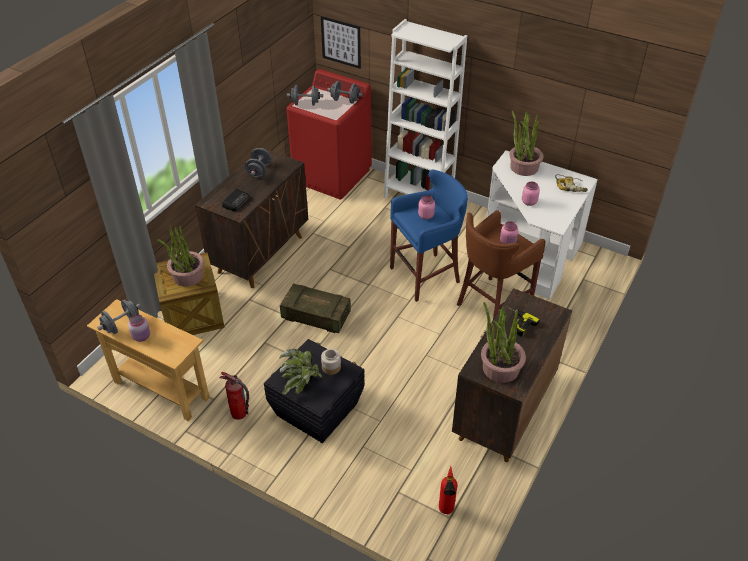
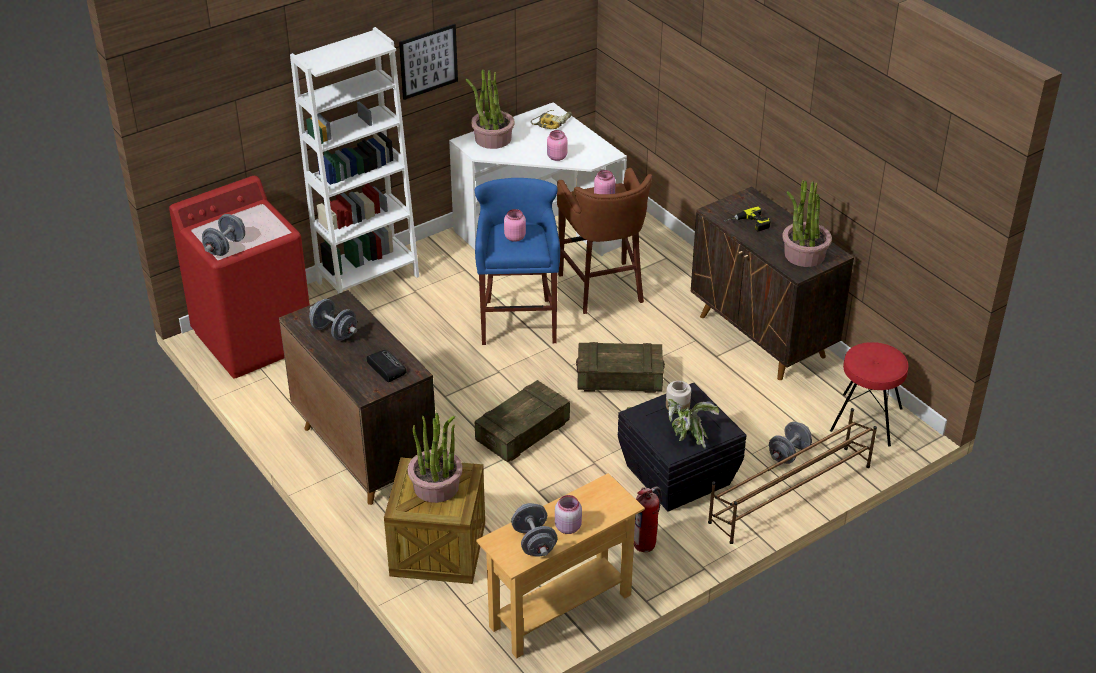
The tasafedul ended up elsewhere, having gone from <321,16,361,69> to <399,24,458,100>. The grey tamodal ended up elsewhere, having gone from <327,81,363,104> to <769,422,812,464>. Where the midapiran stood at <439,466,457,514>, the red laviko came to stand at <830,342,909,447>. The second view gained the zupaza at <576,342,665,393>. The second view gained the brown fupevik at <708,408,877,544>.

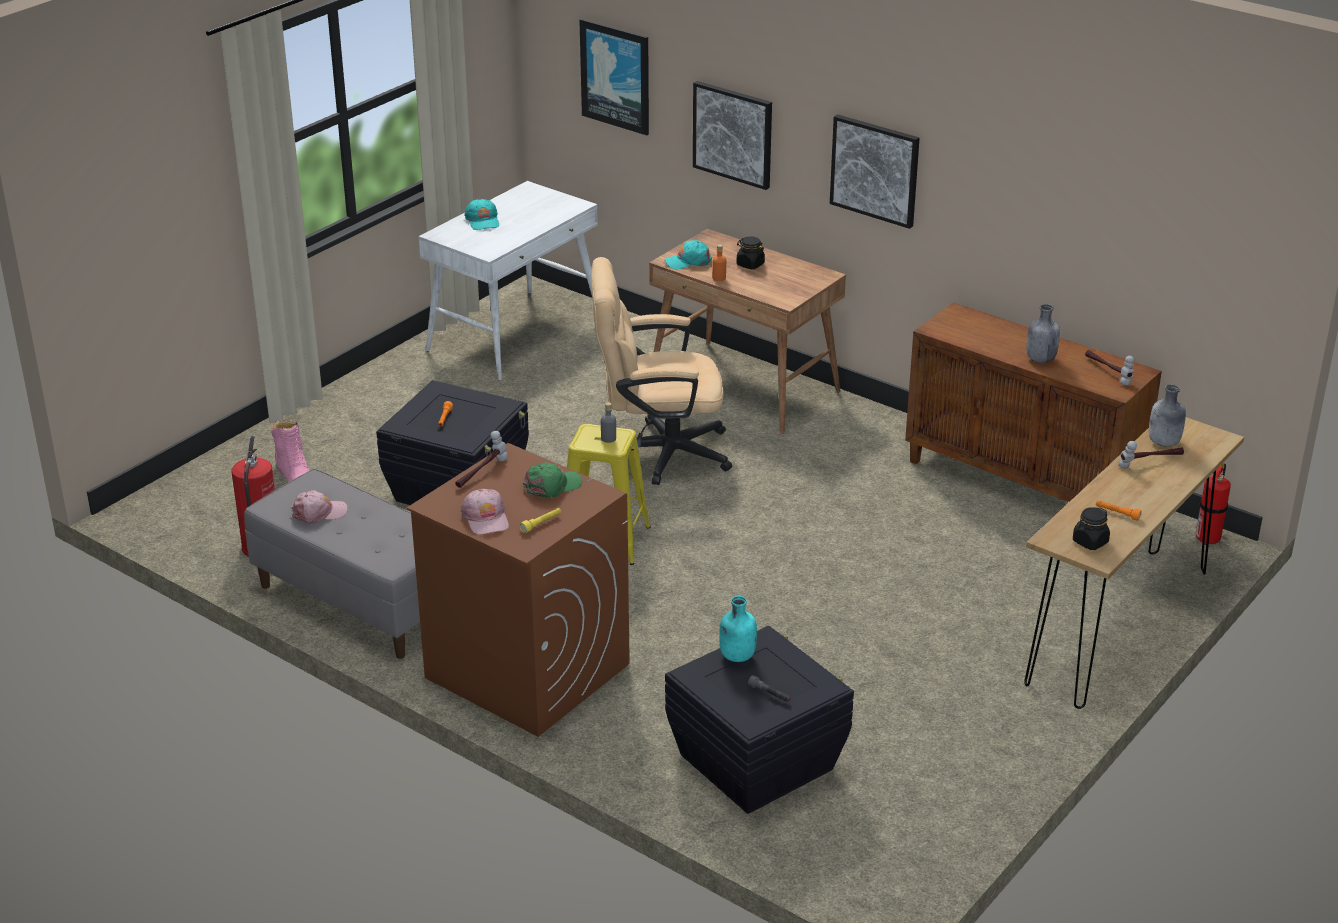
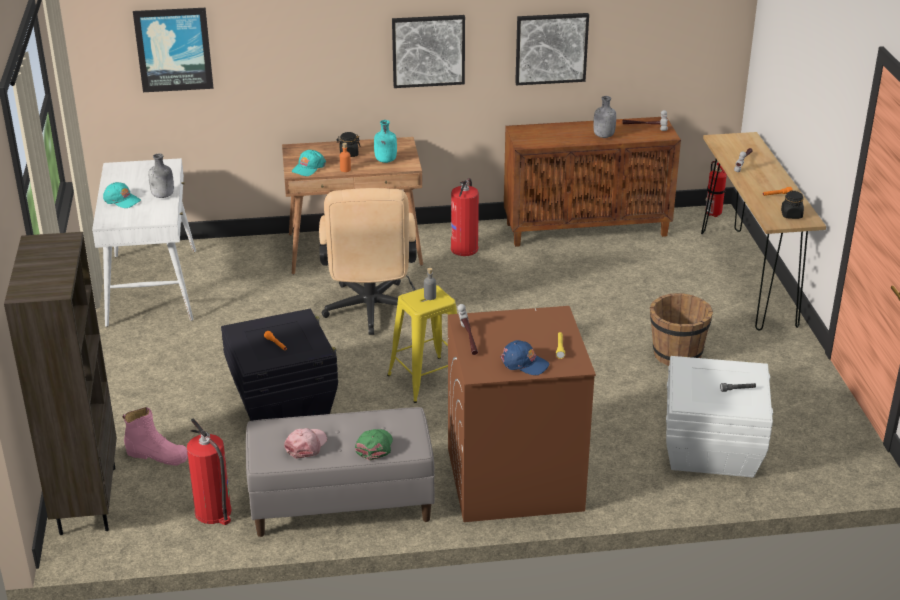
What was the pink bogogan at <461,489,509,535> turned into the blue bogogan at <500,340,549,375>. The green bogogan ended up elsewhere, having gone from <523,462,582,498> to <355,429,393,461>. The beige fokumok at <592,257,732,485> ended up facing another way, 45 degrees counterclockwise from before. What was the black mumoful at <665,626,854,814> turned into the white mumoful at <666,356,773,477>. The tasafedul ended up elsewhere, having gone from <693,81,772,190> to <515,13,589,85>. The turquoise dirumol ended up elsewhere, having gone from <719,596,757,662> to <374,120,397,163>. The grey dirumol ended up elsewhere, having gone from <1149,384,1186,446> to <148,154,174,198>. The second view gained the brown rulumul at <4,232,117,535>. The second view gained the midapiran at <451,178,479,256>. The second view gained the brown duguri at <650,293,713,366>.

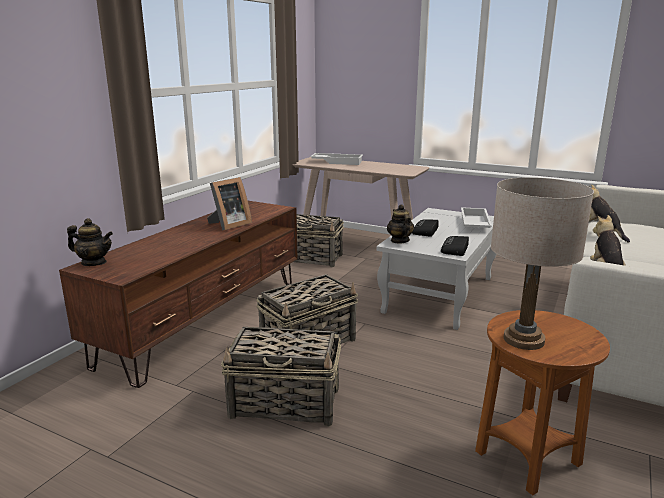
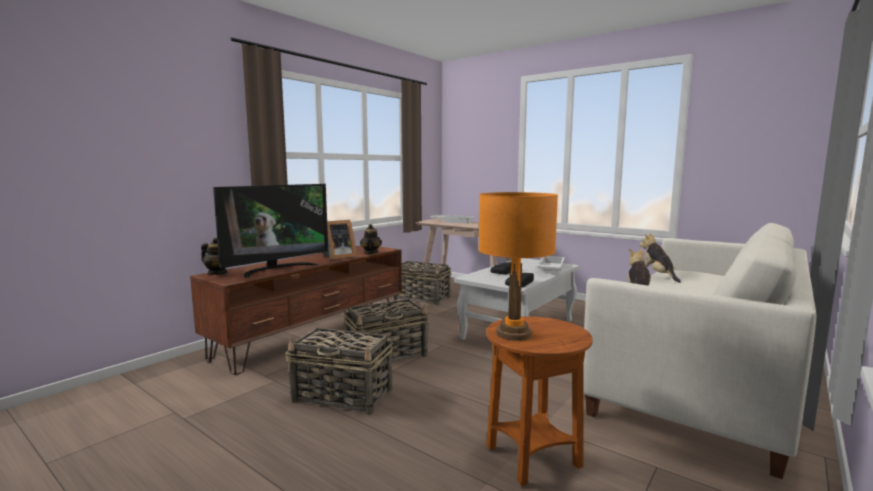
The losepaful ended up elsewhere, having gone from <387,204,414,243> to <360,224,382,254>. What was the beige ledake at <491,177,594,350> turned into the orange ledake at <479,192,558,341>. The second view gained the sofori at <213,184,328,278>.

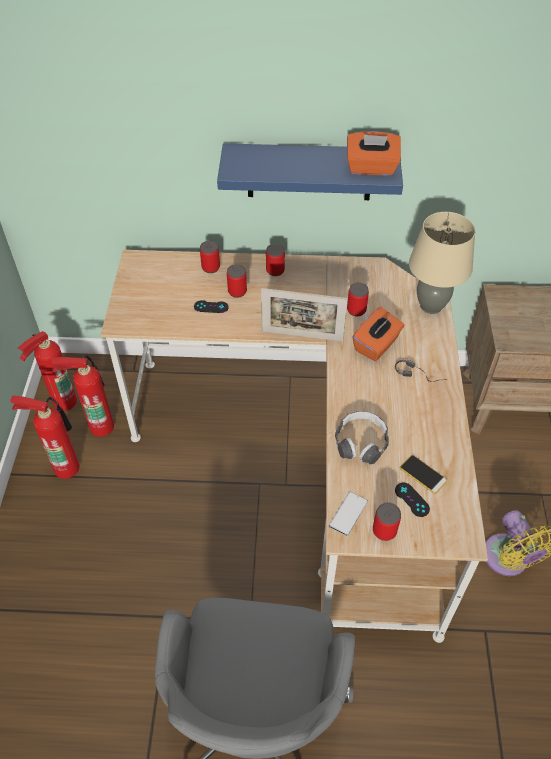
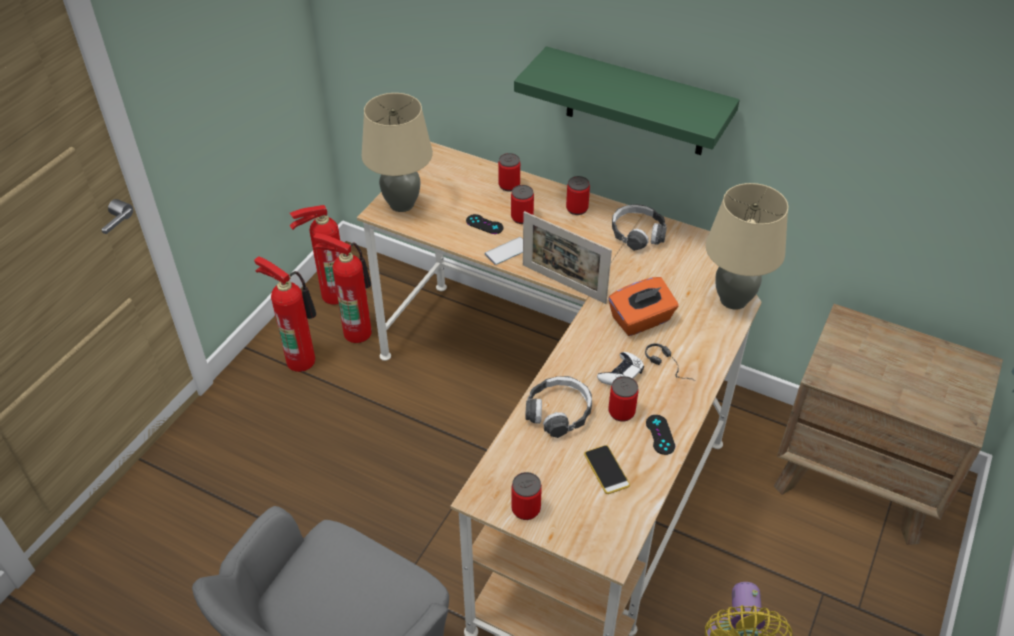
What was the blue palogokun at <217,143,403,200> turned into the green palogokun at <514,46,740,155>. The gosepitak ended up elsewhere, having gone from <329,492,368,536> to <484,237,523,265>. The second view lost the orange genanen at <347,131,401,176>. The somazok ended up elsewhere, having gone from <347,283,369,316> to <608,376,639,422>. The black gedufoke ended up elsewhere, having gone from <395,483,430,517> to <646,415,675,455>. The second view gained the beige ledake at <361,93,433,212>. The second view gained the white gedufoke at <597,352,644,385>. The second view gained the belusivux at <612,204,667,251>.

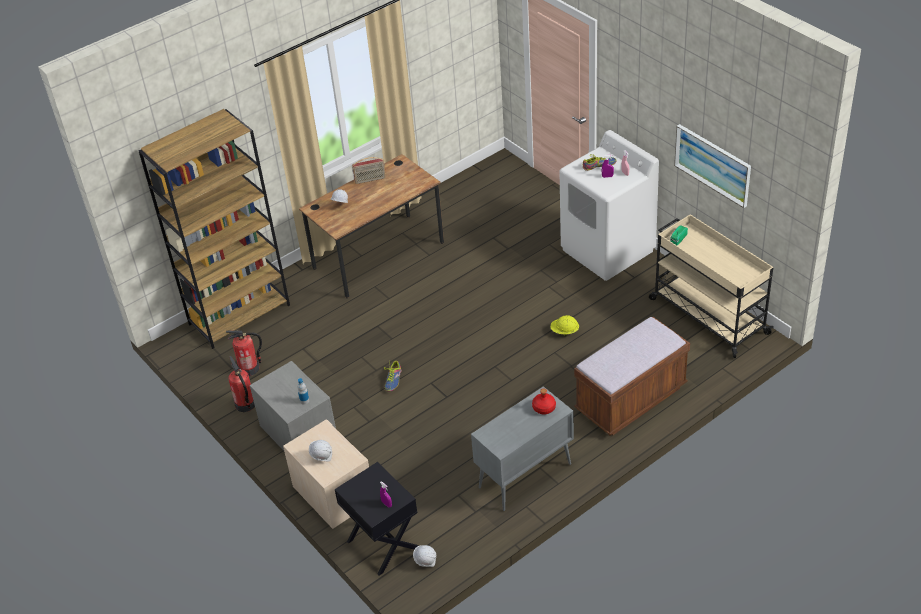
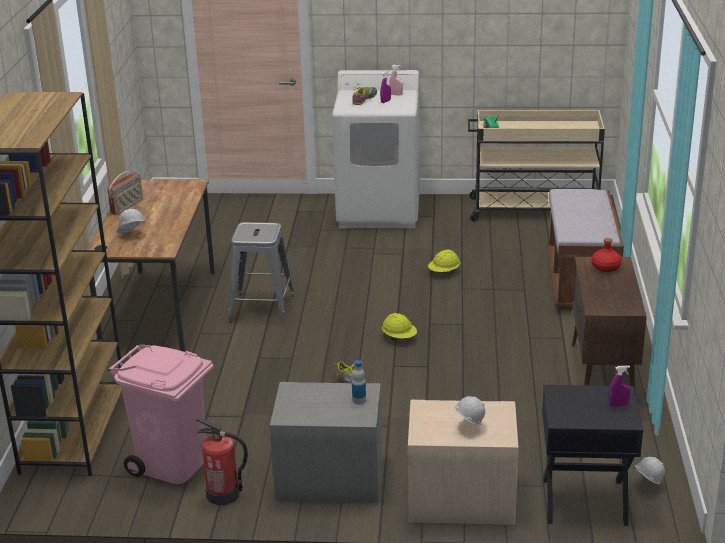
Where the midapiran stood at <226,330,262,376>, the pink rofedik came to stand at <108,345,213,484>. What was the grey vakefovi at <471,386,574,511> turned into the brown vakefovi at <572,257,647,391>. The second view lost the tasafedul at <674,124,751,208>. The second view gained the grey laviko at <228,222,295,325>. The second view gained the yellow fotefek at <382,313,417,340>.

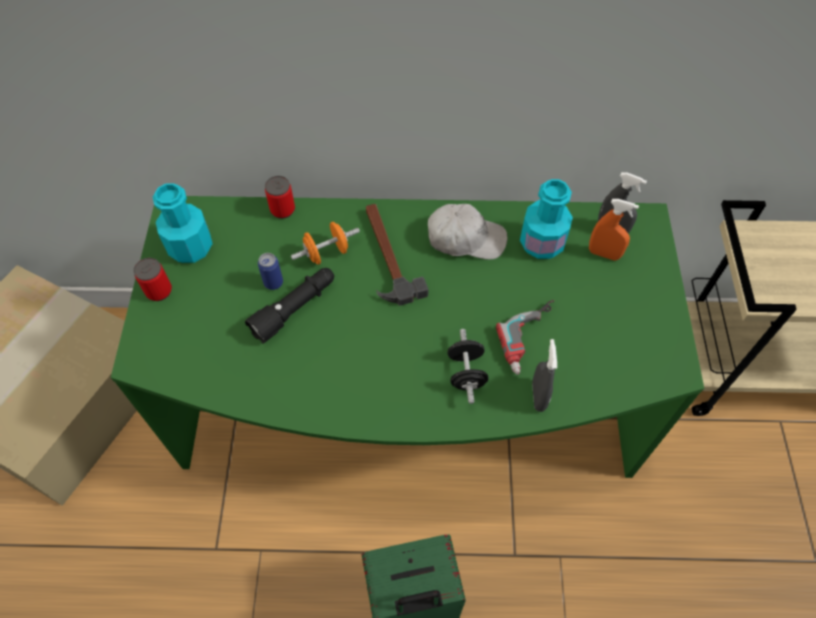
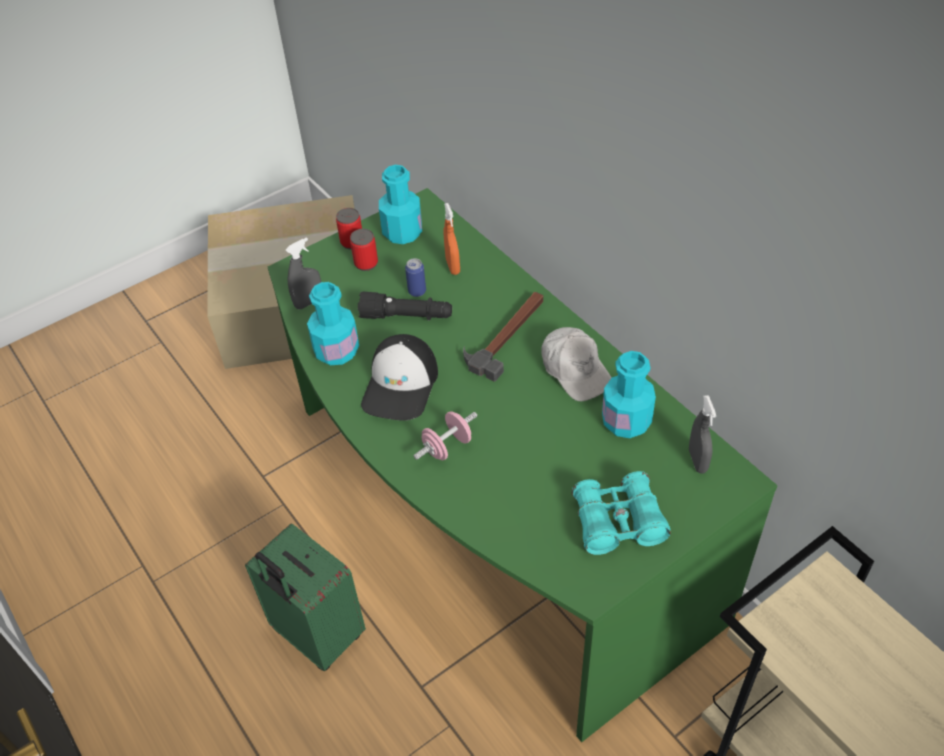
The somazok ended up elsewhere, having gone from <265,176,295,219> to <350,229,378,271>. The second view lost the orange tamodal at <291,222,360,265>. What was the black tamodal at <447,329,488,404> turned into the pink tamodal at <414,411,477,460>. The second view lost the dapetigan at <496,300,554,375>. The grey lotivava ended up elsewhere, having gone from <532,339,557,412> to <285,237,321,309>. The orange lotivava ended up elsewhere, having gone from <589,199,639,261> to <444,203,460,275>. The second view gained the turquoise dirumol at <307,282,359,365>. The second view gained the bogogan at <361,334,438,421>. The second view gained the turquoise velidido at <572,471,671,555>.

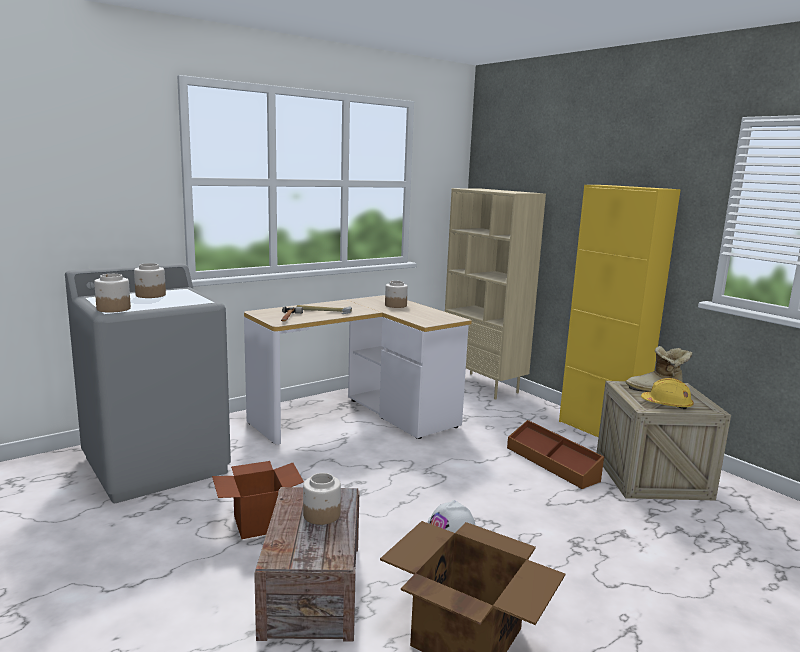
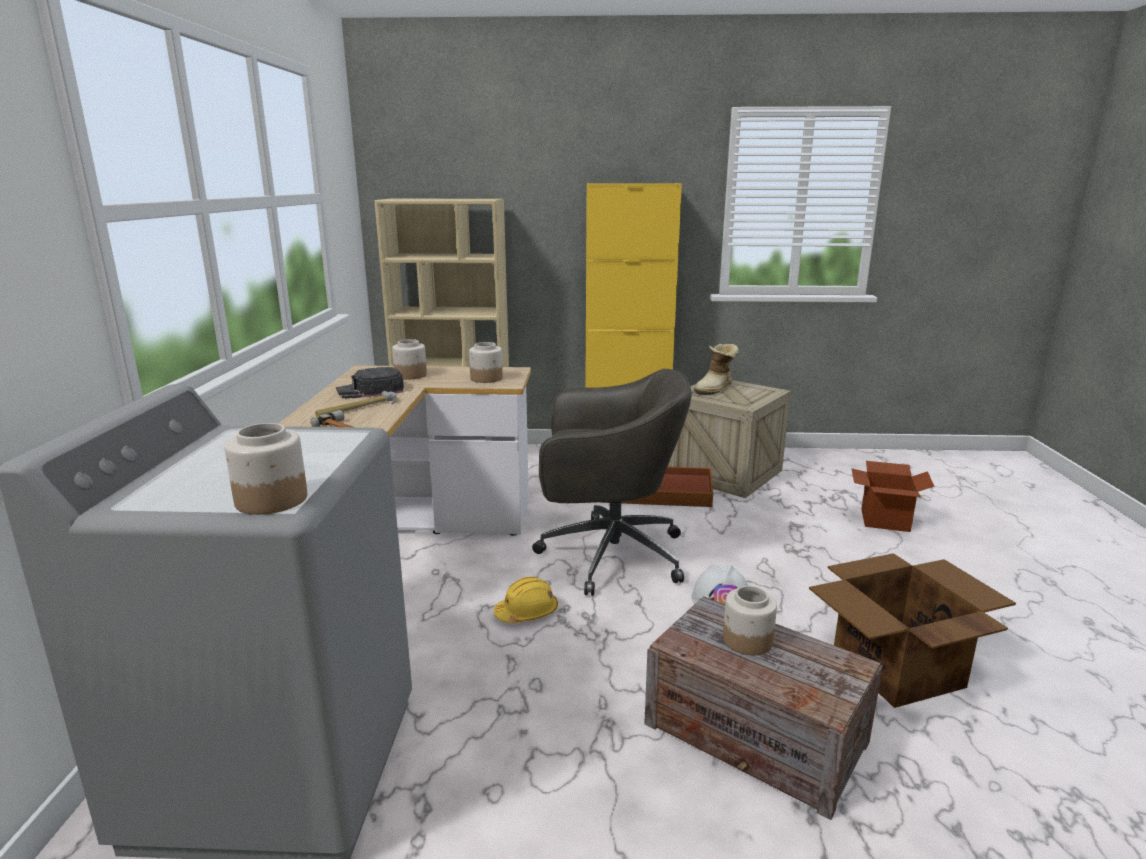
The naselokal ended up elsewhere, having gone from <134,263,166,298> to <469,342,503,383>. The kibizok ended up elsewhere, having gone from <212,461,304,539> to <851,461,935,532>. The yellow fotefek ended up elsewhere, having gone from <641,378,694,410> to <494,577,558,623>. The second view gained the black bogogan at <336,367,404,399>. The second view gained the grey fokumok at <532,369,692,596>.

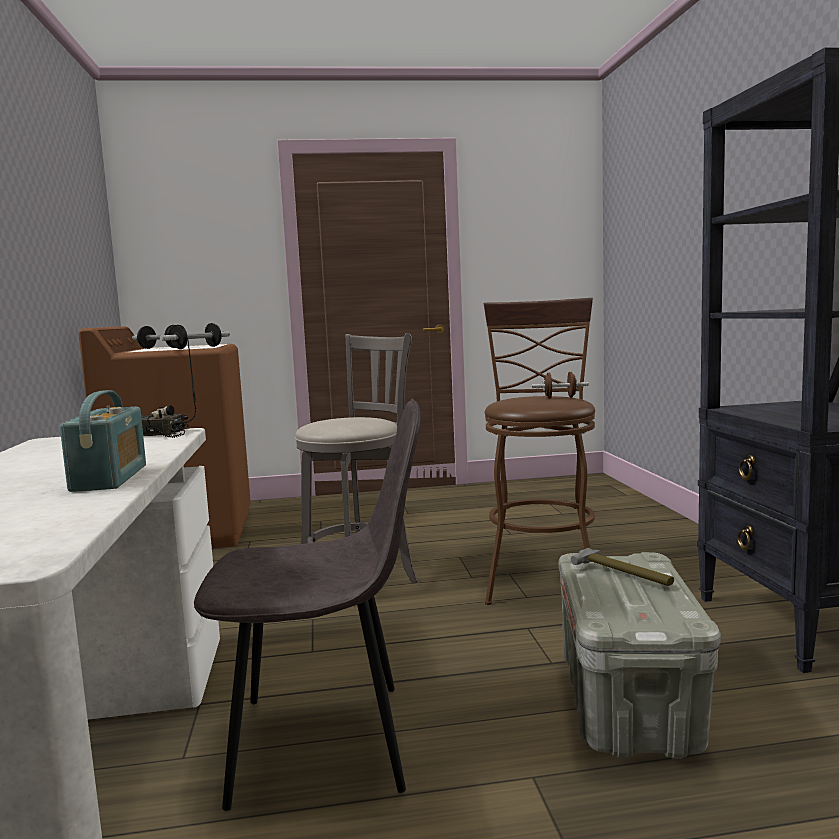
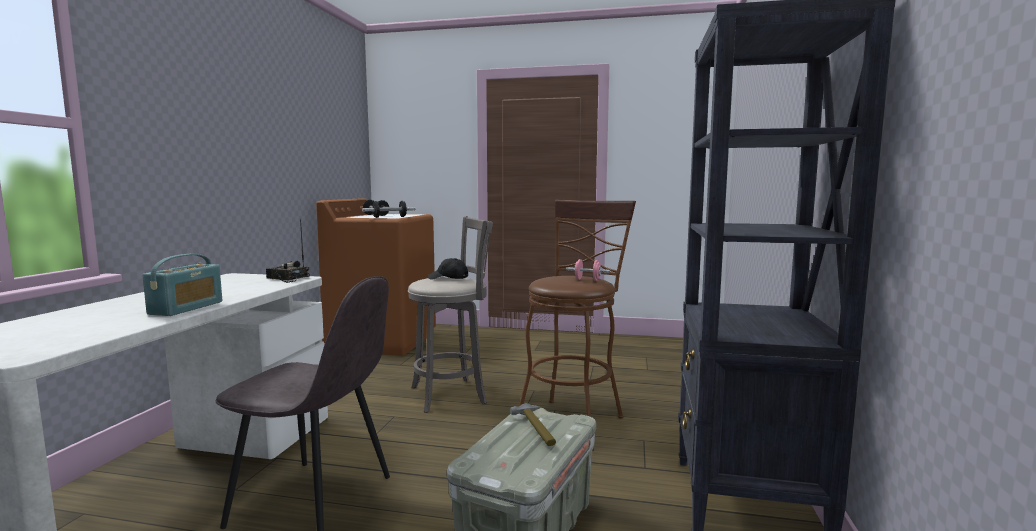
What was the brown tamodal at <532,372,589,398> turned into the pink tamodal at <566,259,610,281>. The second view gained the black bogogan at <428,258,468,280>.

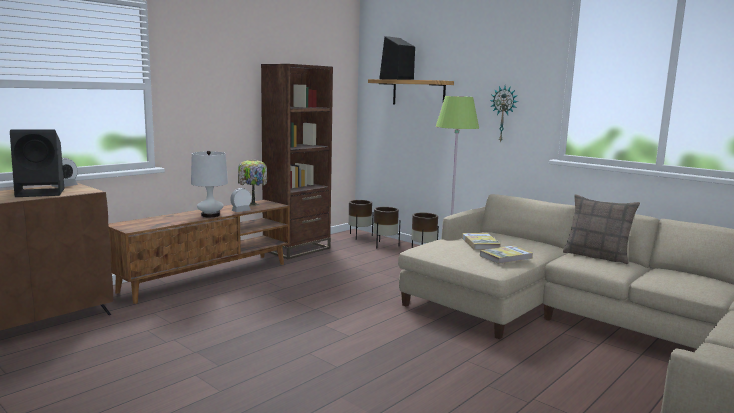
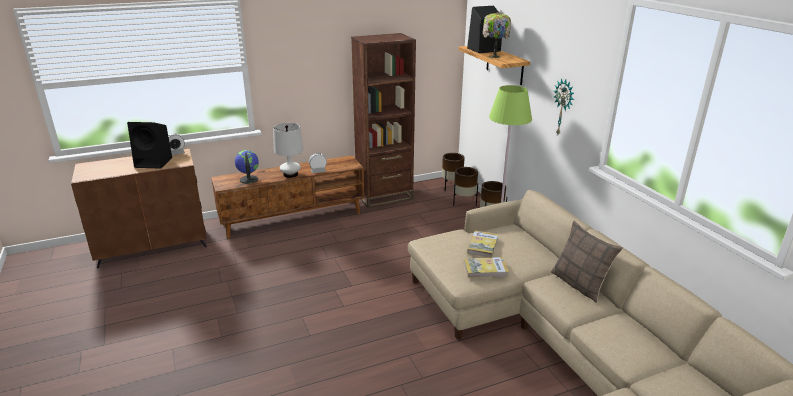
The ledake ended up elsewhere, having gone from <238,159,267,206> to <482,12,511,58>. The second view gained the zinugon at <235,150,259,184>.

